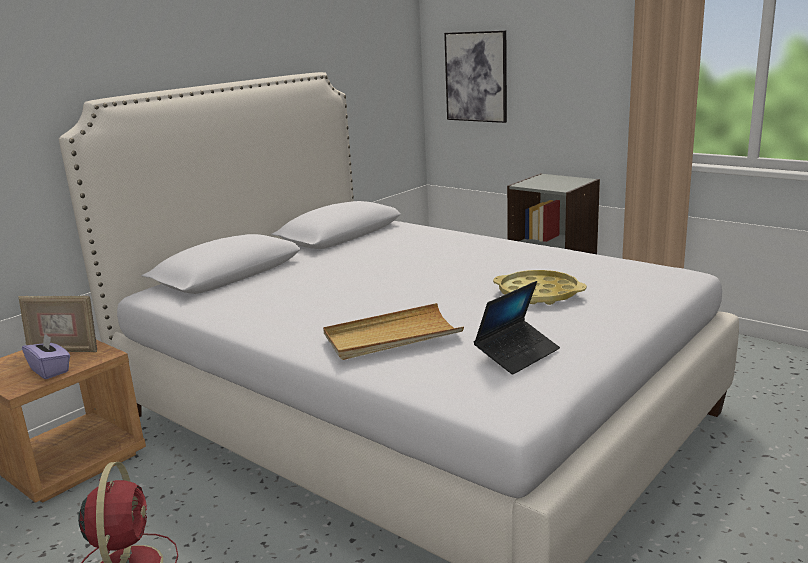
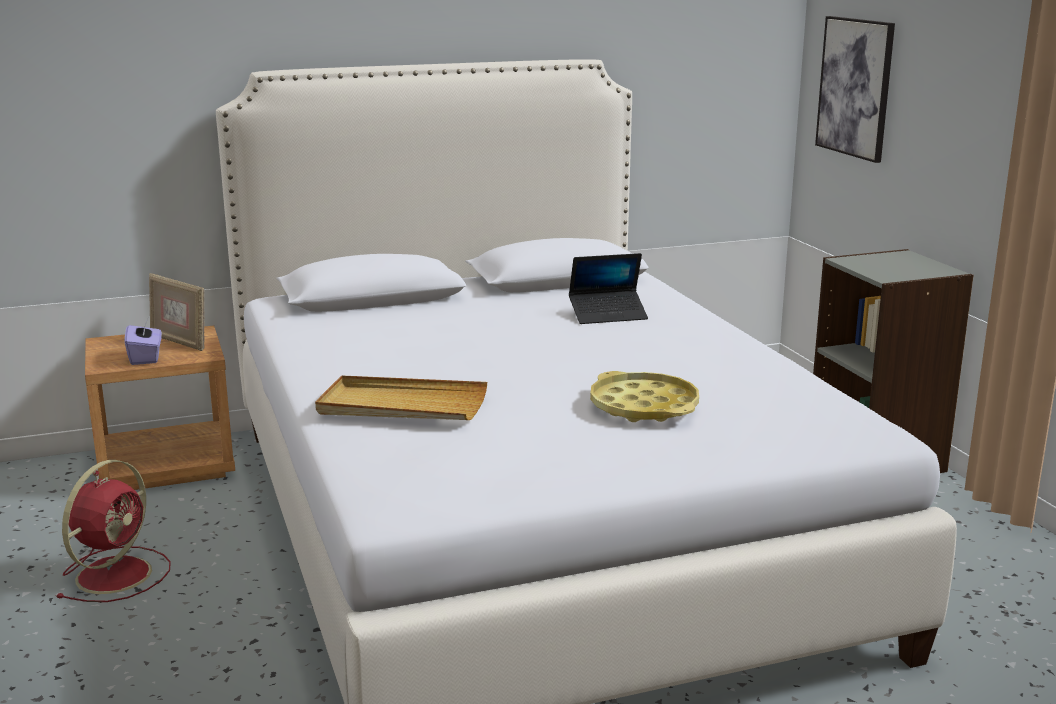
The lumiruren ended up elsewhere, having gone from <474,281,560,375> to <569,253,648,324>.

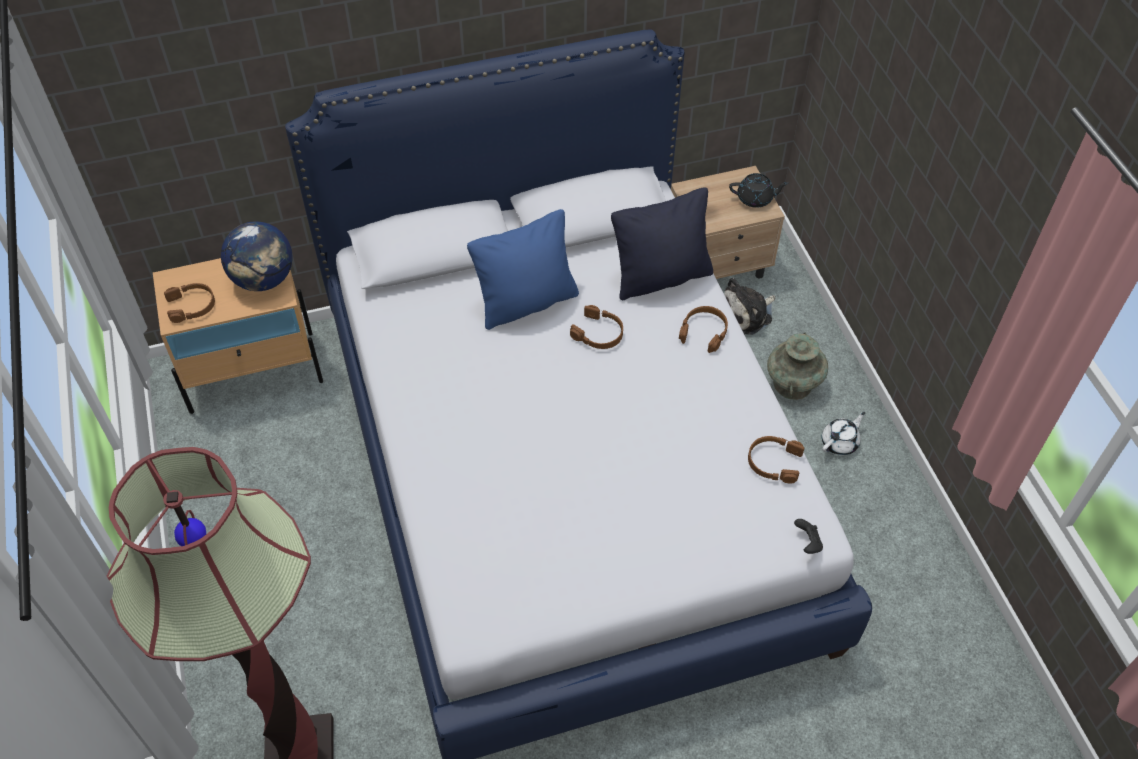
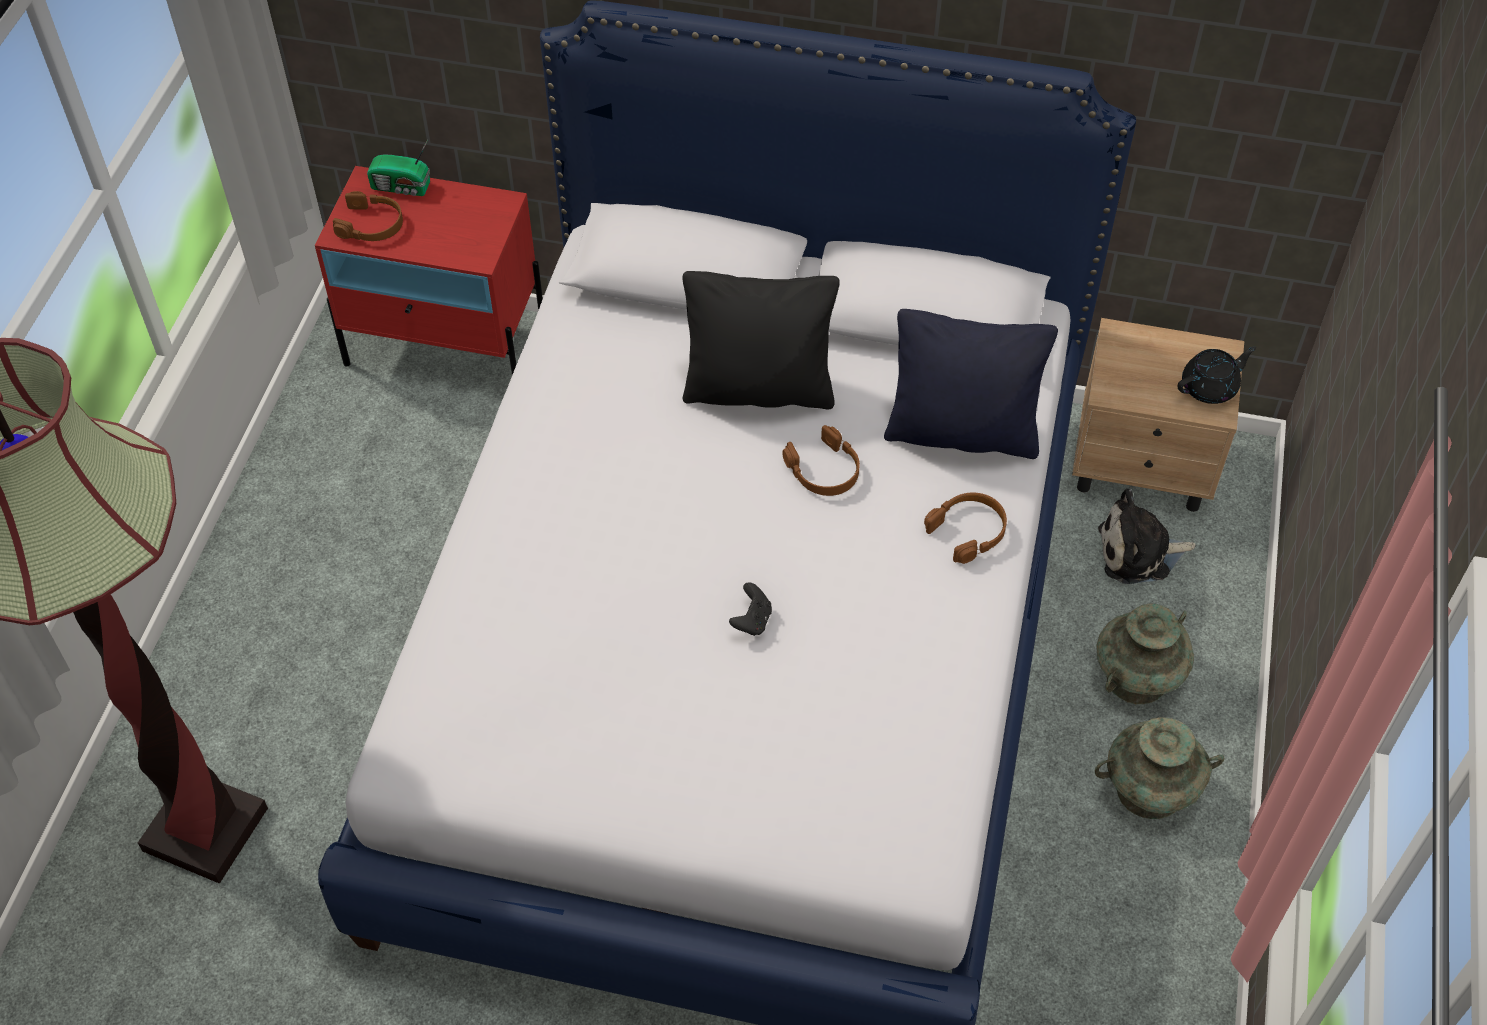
What was the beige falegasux at <153,258,323,414> turned into the red falegasux at <315,166,543,375>. The second view lost the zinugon at <221,221,293,291>. What was the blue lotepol at <467,209,579,330> turned into the black lotepol at <682,271,840,409>. The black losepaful at <729,173,789,208> ended up facing another way, 60 degrees counterclockwise from before. The second view lost the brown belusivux at <748,436,804,484>. The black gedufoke ended up elsewhere, having gone from <794,519,823,554> to <729,583,772,636>. Where the white losepaful stood at <821,412,865,455>, the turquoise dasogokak came to stand at <1095,717,1224,819>. The second view gained the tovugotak at <367,140,430,196>.

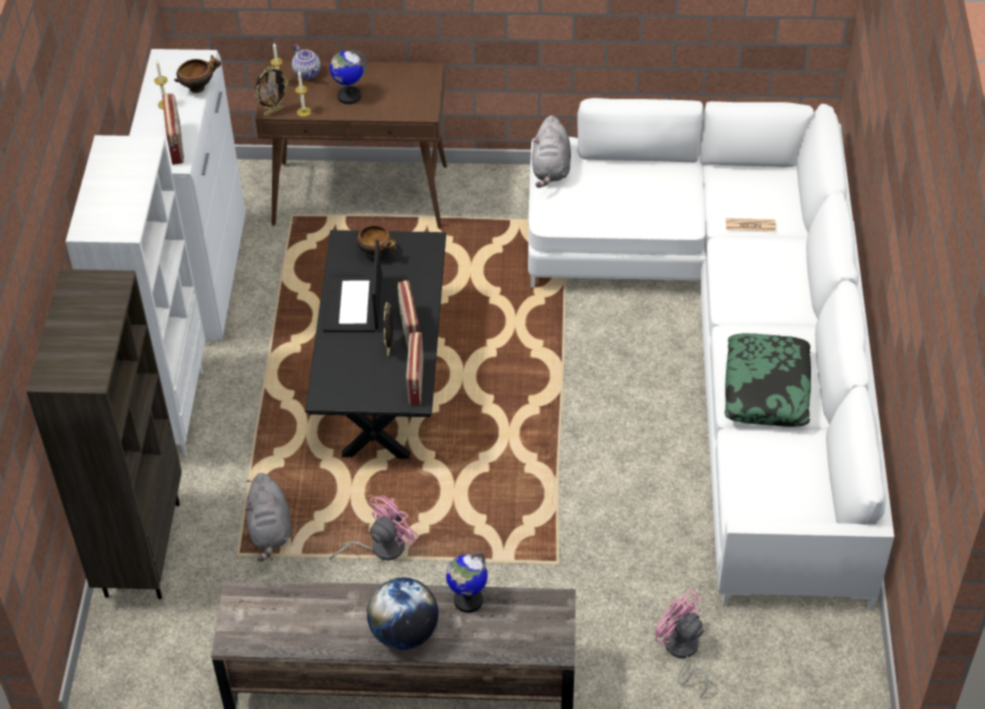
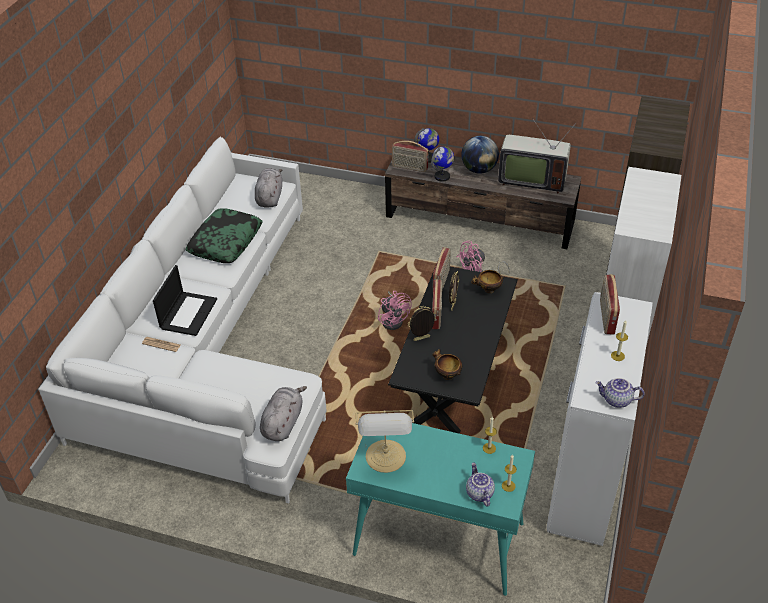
The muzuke ended up elsewhere, having gone from <174,55,221,93> to <471,270,505,293>. The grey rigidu ended up elsewhere, having gone from <245,473,292,562> to <255,168,282,208>. The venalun ended up elsewhere, having gone from <254,67,289,116> to <408,306,436,341>. What was the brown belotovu at <255,60,447,229> turned into the turquoise belotovu at <346,423,535,596>. The lumiruren ended up elsewhere, having gone from <323,240,382,332> to <153,265,217,336>. The zinugon ended up elsewhere, having gone from <329,50,368,104> to <414,128,439,163>. The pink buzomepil ended up elsewhere, having gone from <655,589,708,698> to <378,291,412,330>. The second view gained the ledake at <355,410,414,473>. The second view gained the tovugotak at <392,141,429,172>. The second view gained the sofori at <498,118,577,193>. The second view gained the losepaful at <595,378,645,408>.

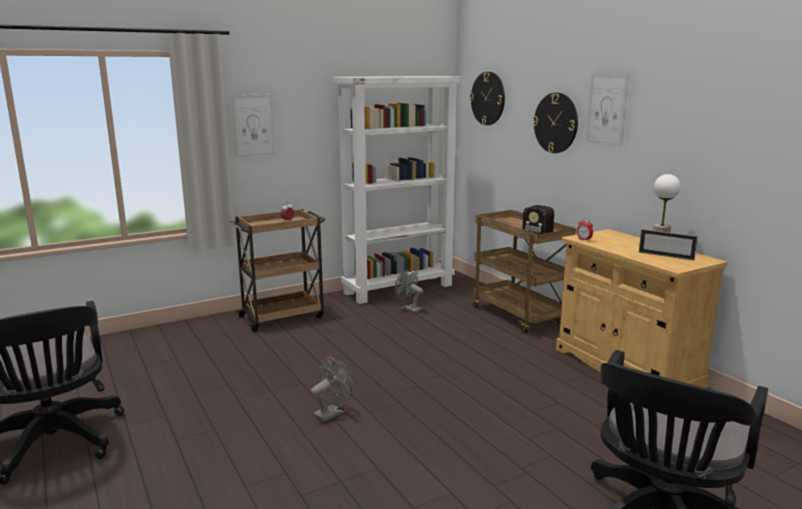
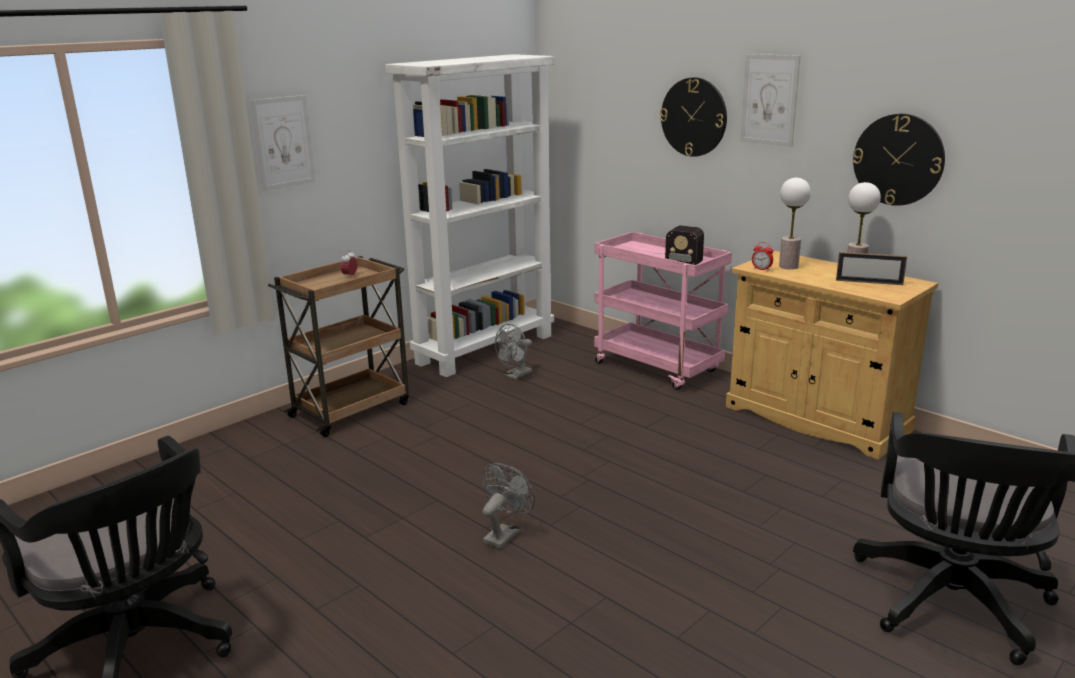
The grey buzomepil at <395,269,423,313> ended up facing another way, 75 degrees counterclockwise from before. The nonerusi ended up elsewhere, having gone from <470,72,505,125> to <853,114,945,206>. What was the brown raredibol at <473,210,576,333> turned into the pink raredibol at <594,232,732,390>. The second view gained the ledake at <779,178,811,269>.

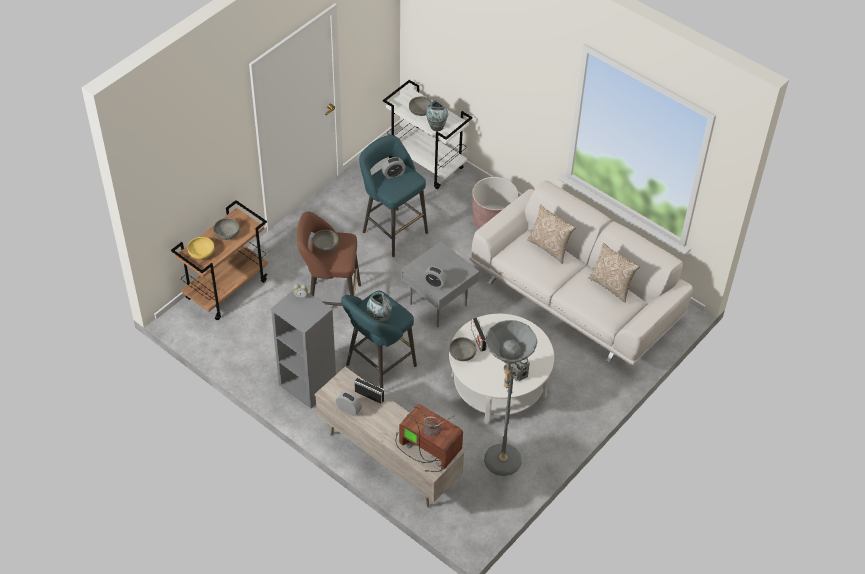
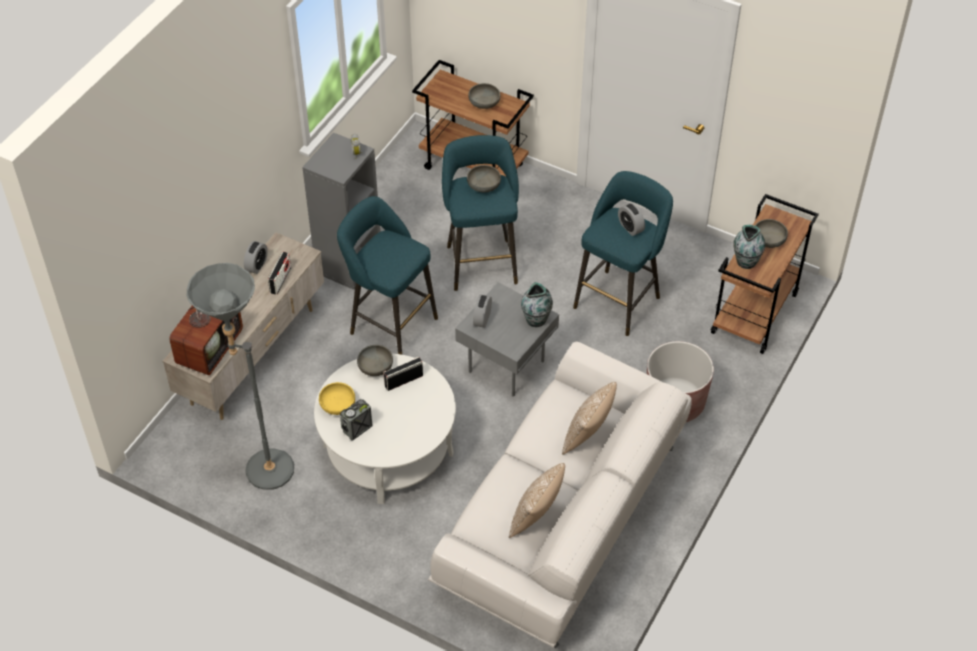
The yellow muzuke ended up elsewhere, having gone from <187,237,214,259> to <319,382,355,415>. What was the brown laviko at <297,211,361,306> turned into the turquoise laviko at <442,135,519,291>. The dasogokak ended up elsewhere, having gone from <367,292,392,324> to <521,282,553,327>. What was the white raredibol at <383,80,472,189> turned into the brown raredibol at <711,194,819,354>.

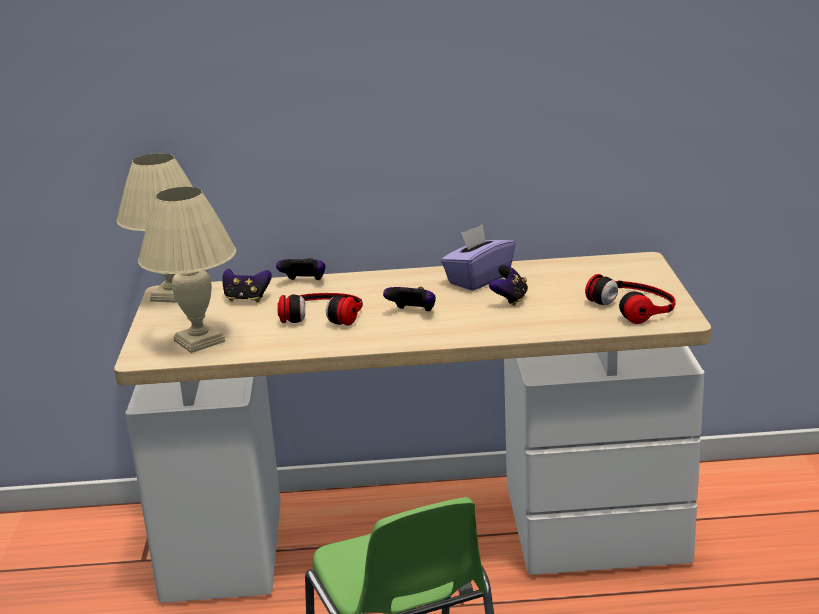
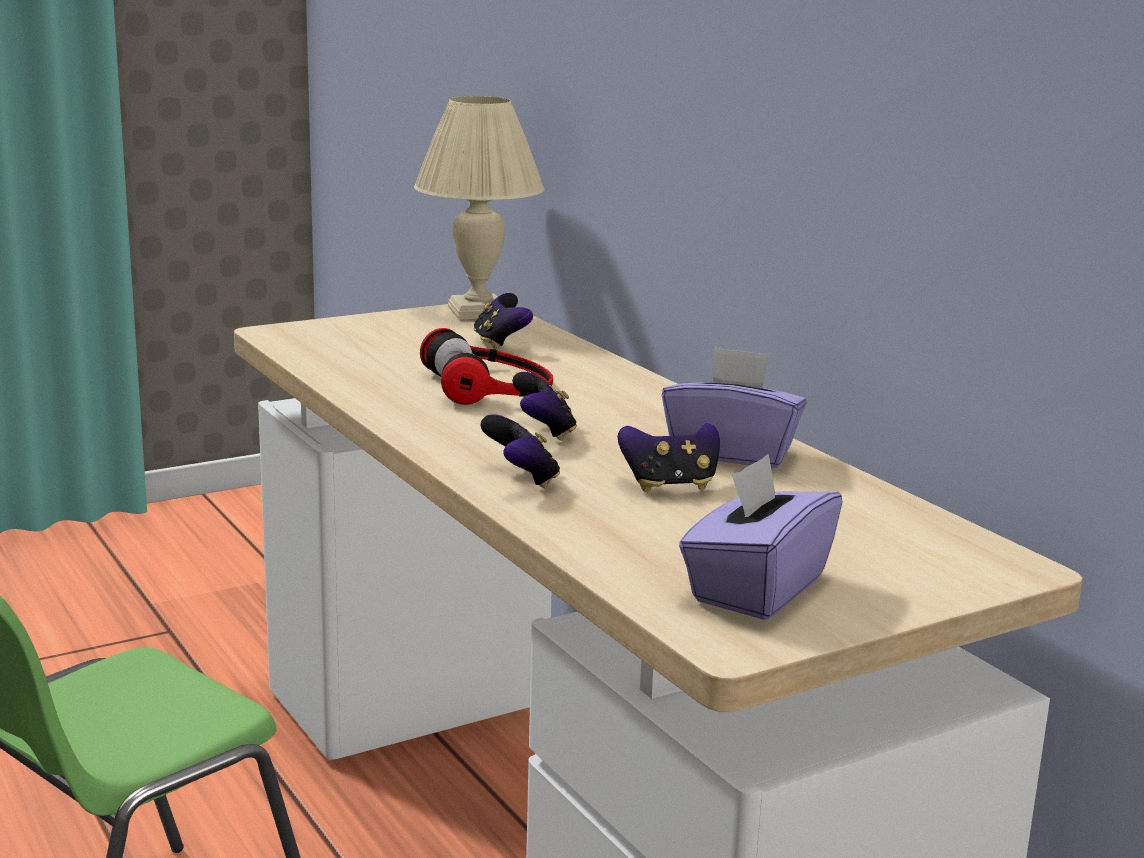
The second view lost the beige ledake at <138,187,236,353>. The gedufoke ended up elsewhere, having gone from <276,257,325,280> to <481,414,560,489>. Where the belusivux stood at <585,274,676,324>, the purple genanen came to stand at <679,454,843,620>.

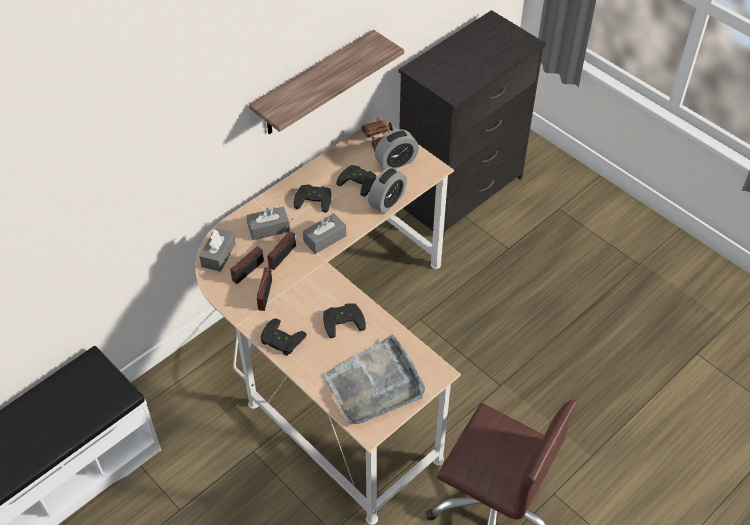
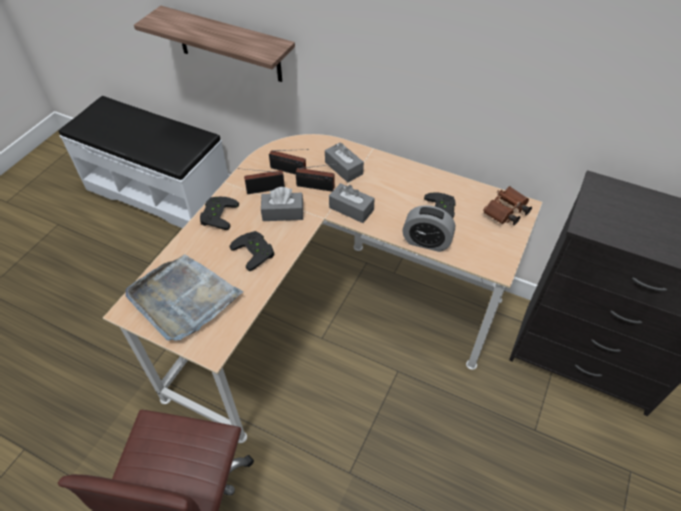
The grey genanen ended up elsewhere, having gone from <199,228,236,272> to <261,187,303,221>. The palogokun ended up elsewhere, having gone from <249,29,404,134> to <134,6,295,82>. The second view lost the black gedufoke at <294,185,332,213>. The second view lost the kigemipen at <375,130,419,170>.

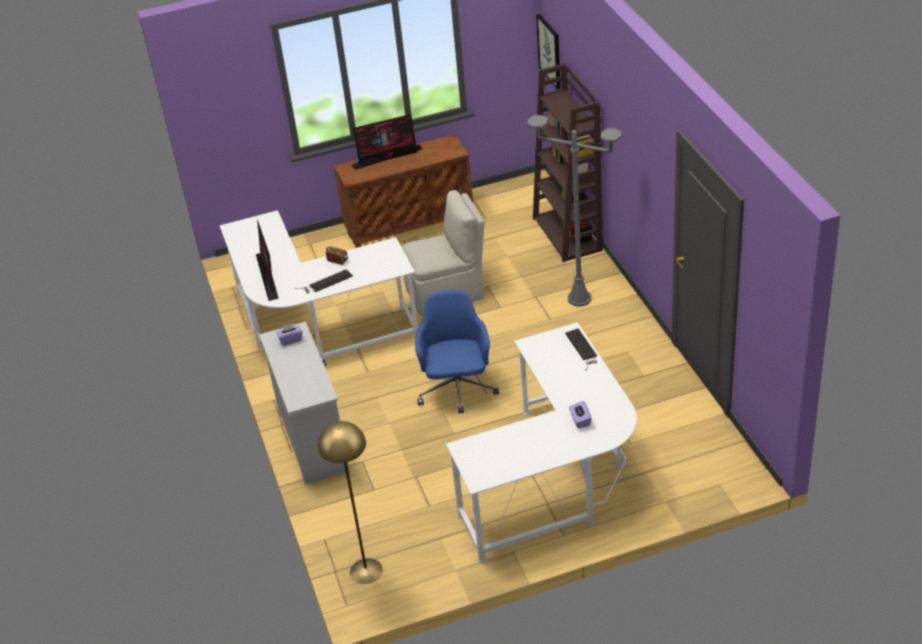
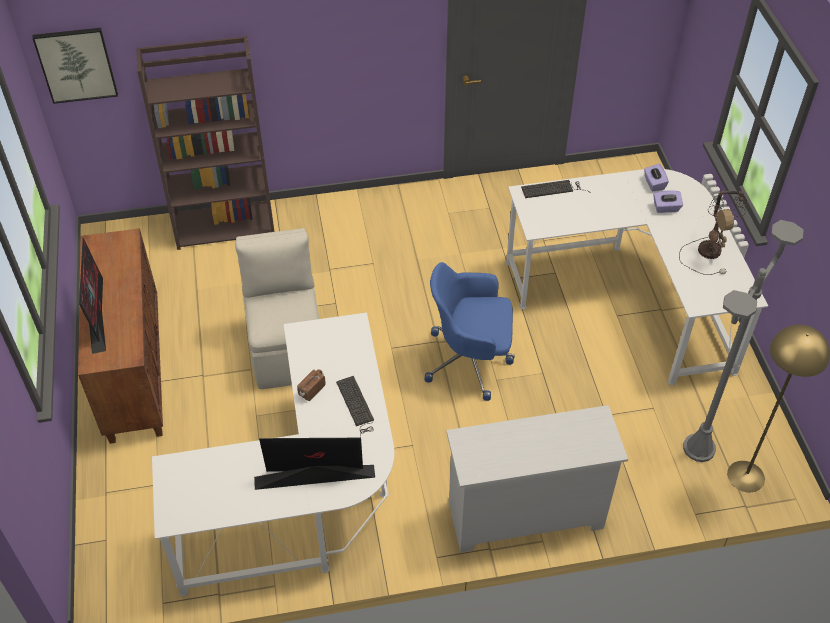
The purple genanen ended up elsewhere, having gone from <276,323,302,346> to <644,164,669,191>. The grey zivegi ended up elsewhere, having gone from <527,115,621,307> to <683,220,803,462>. The second view gained the ledake at <679,190,747,275>.

